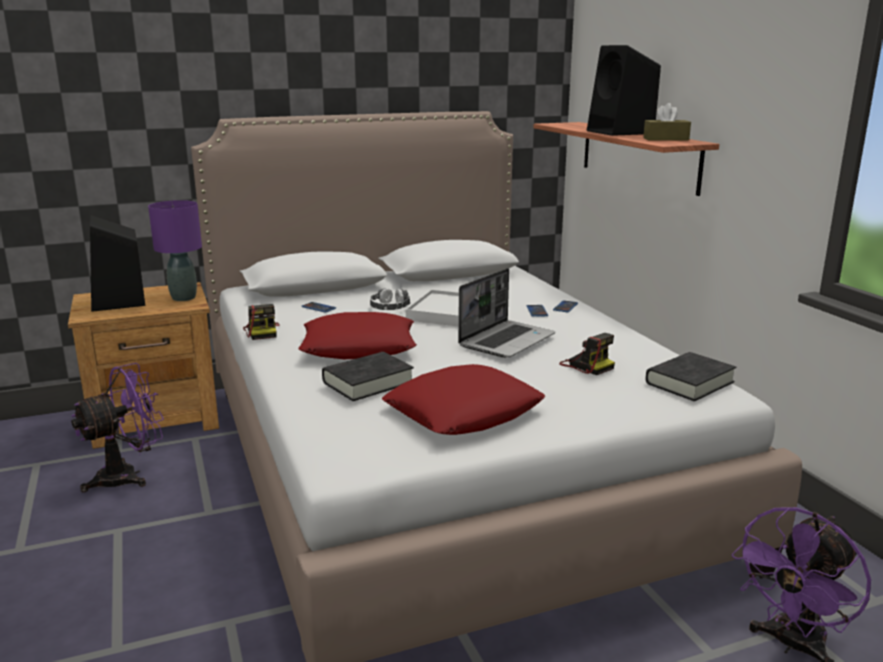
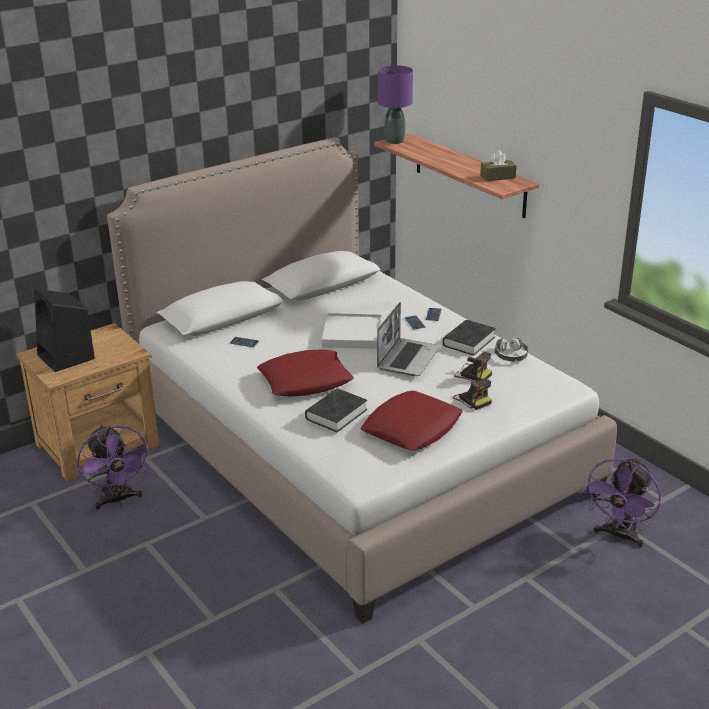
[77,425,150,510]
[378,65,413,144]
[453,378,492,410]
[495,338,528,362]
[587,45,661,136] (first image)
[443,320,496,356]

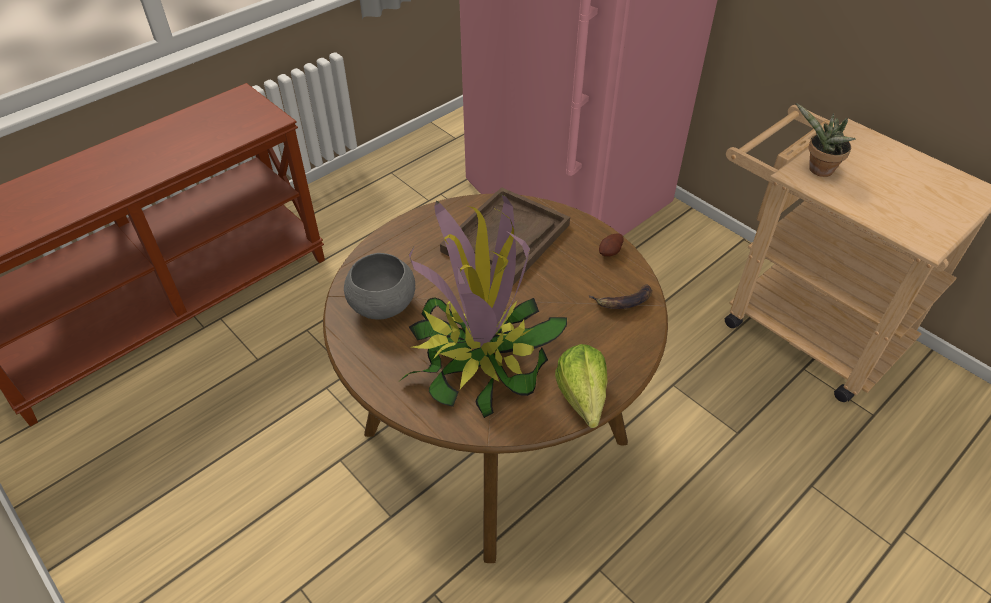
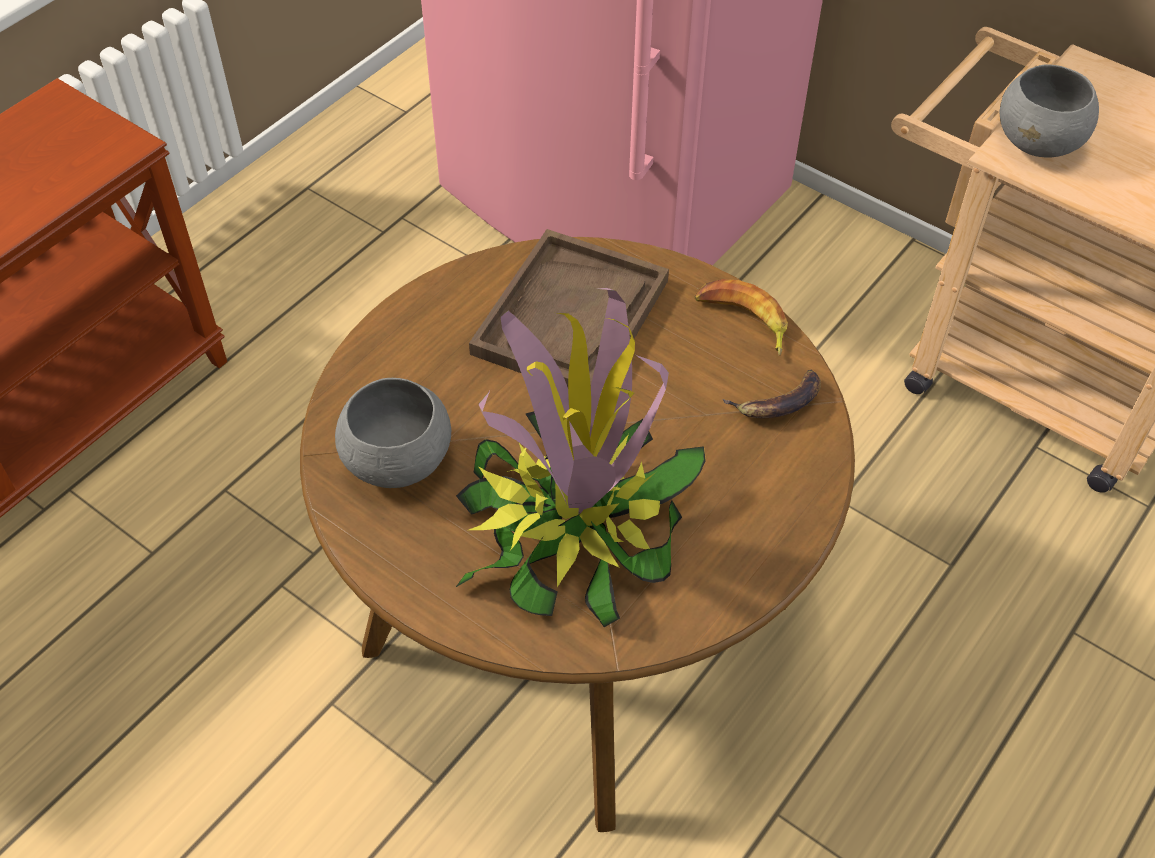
[555,344,607,428] (first image)
[694,279,788,356]
[999,64,1099,158]

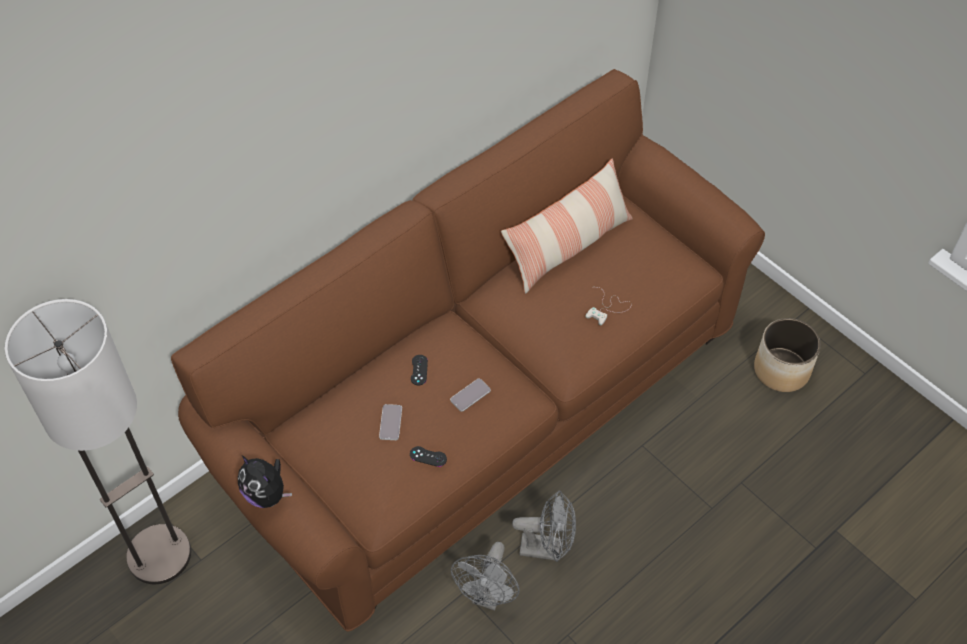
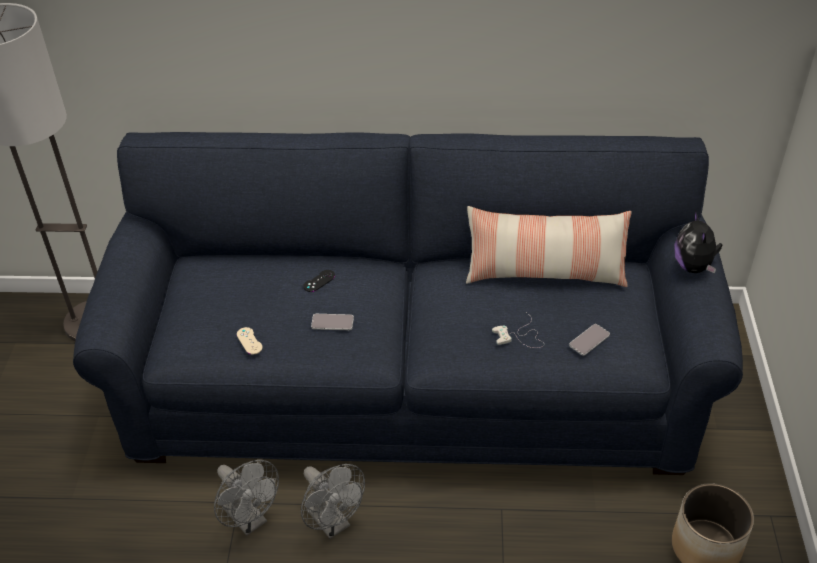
[73,132,743,475]
[674,210,722,274]
[569,324,610,356]
[237,327,263,355]
[214,460,279,536]

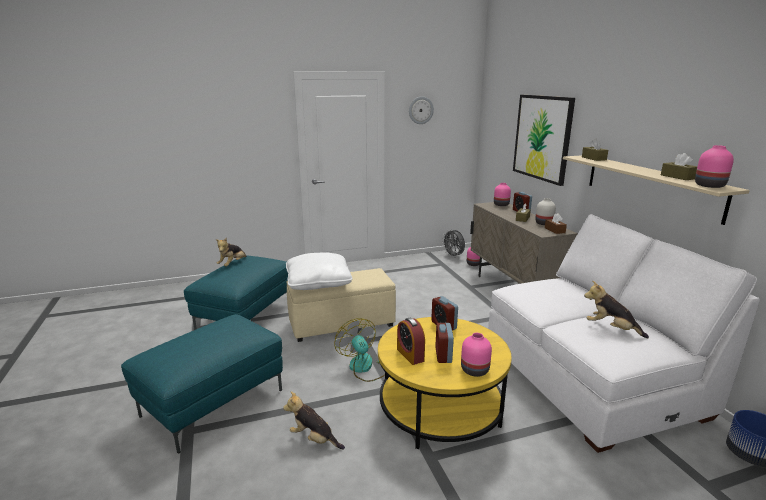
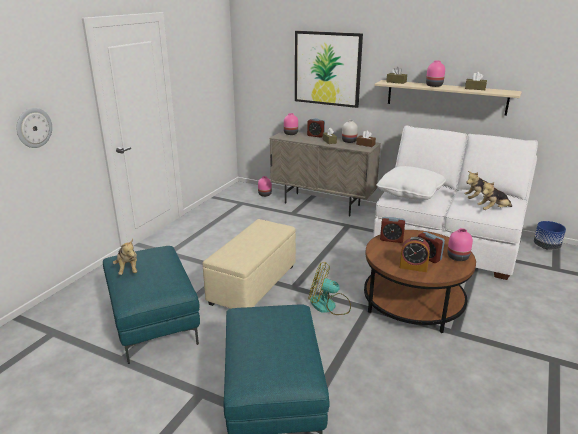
[477,181,512,210]
[376,166,446,200]
[364,230,476,333]
[17,108,52,148]
[443,229,465,258] (first image)
[426,60,445,87]

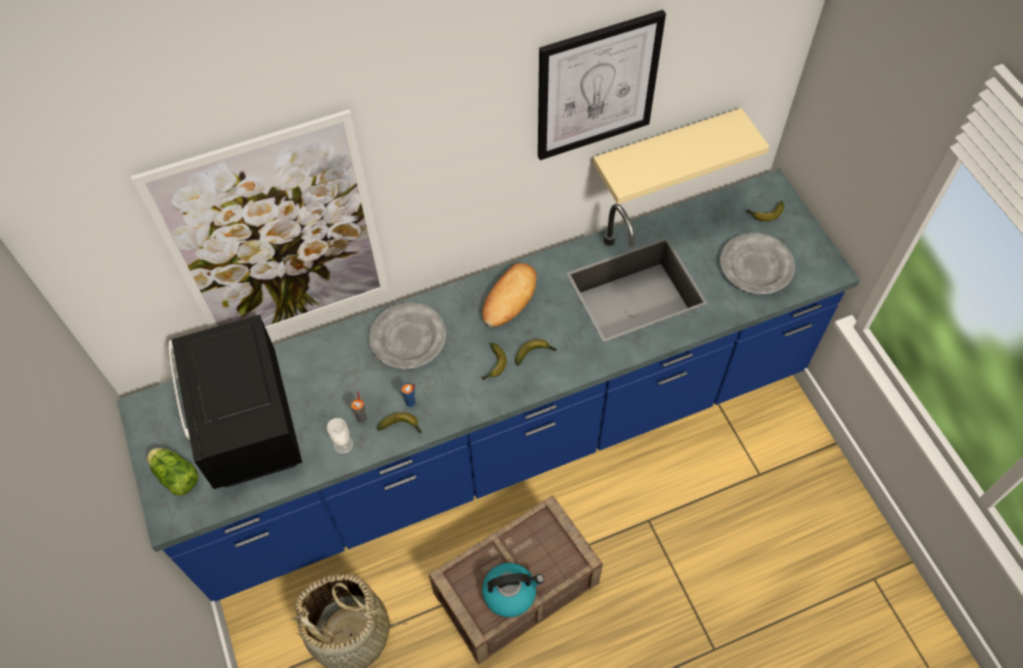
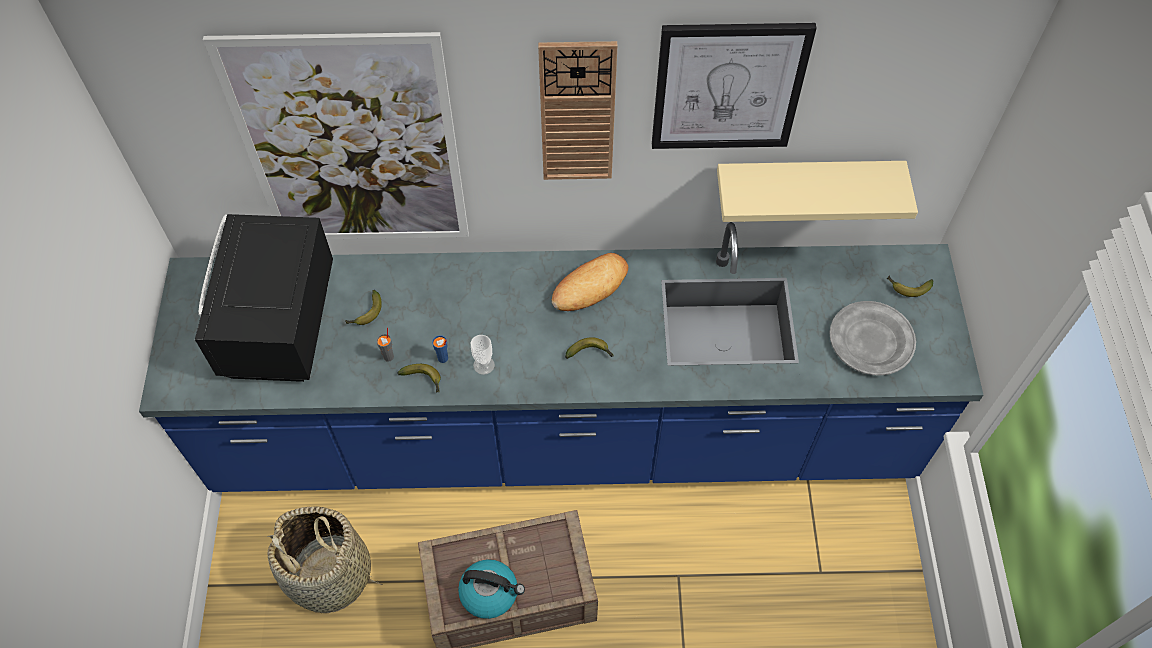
[147,448,199,496] (first image)
[471,335,495,375]
[369,302,446,369] (first image)
[346,290,382,325]
[538,41,617,180]

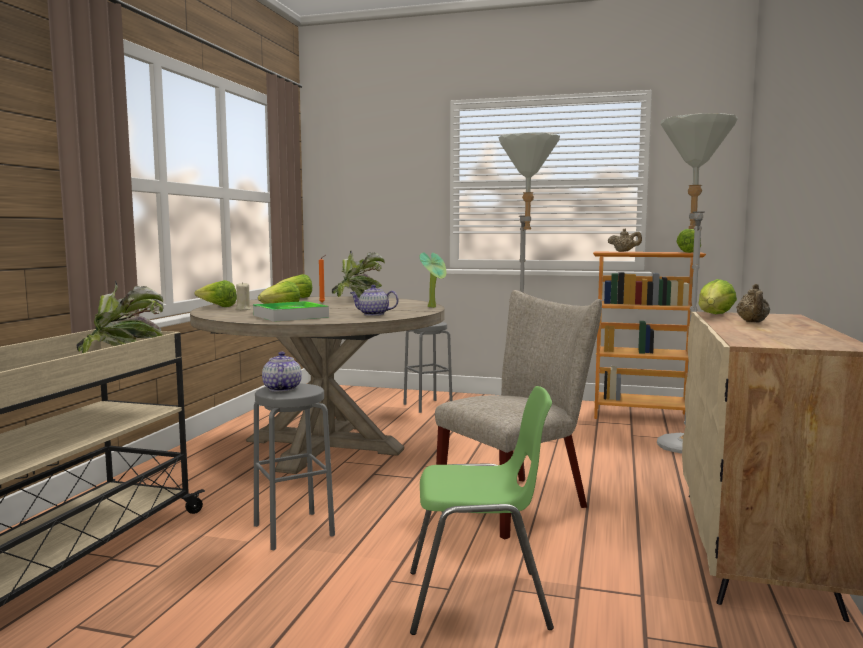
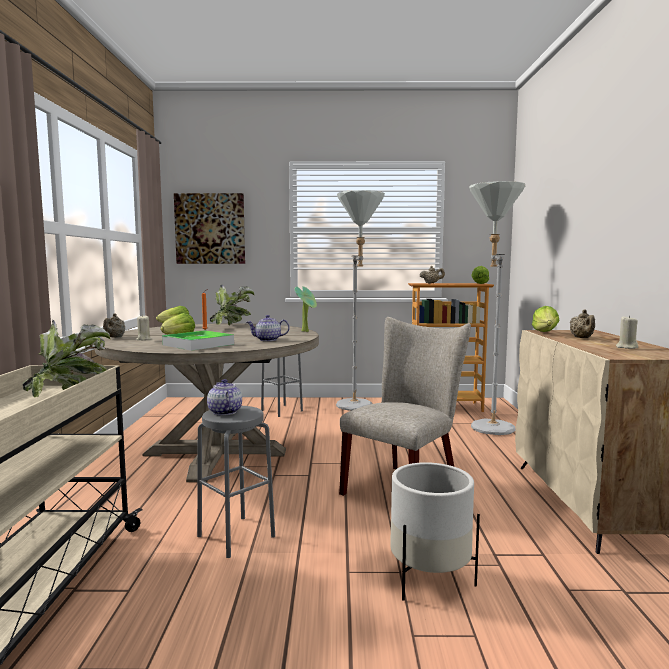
[103,314,125,338]
[390,462,480,601]
[174,193,245,264]
[616,315,638,349]

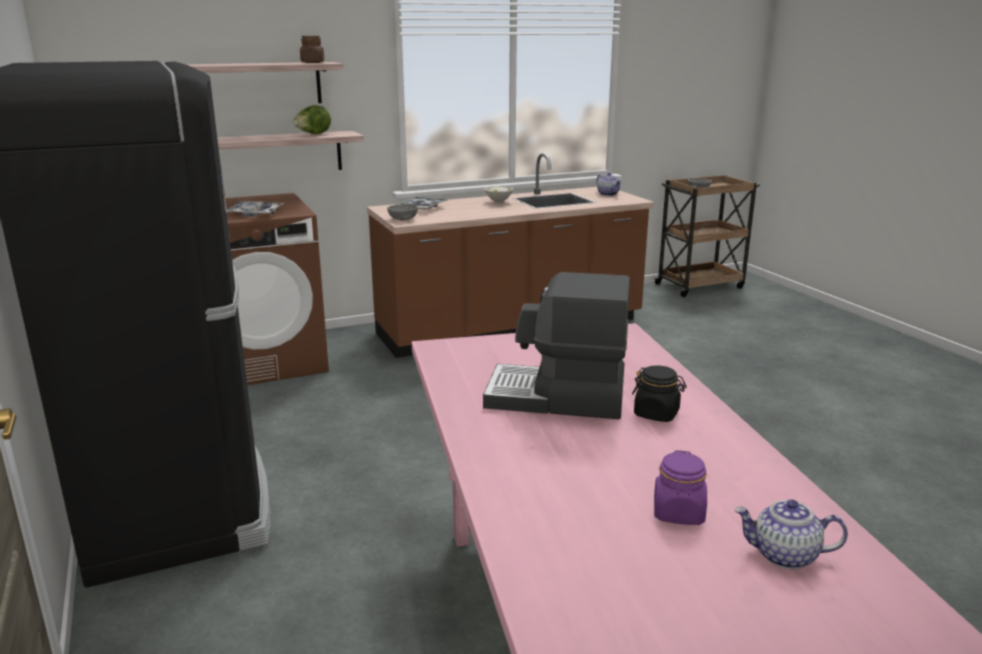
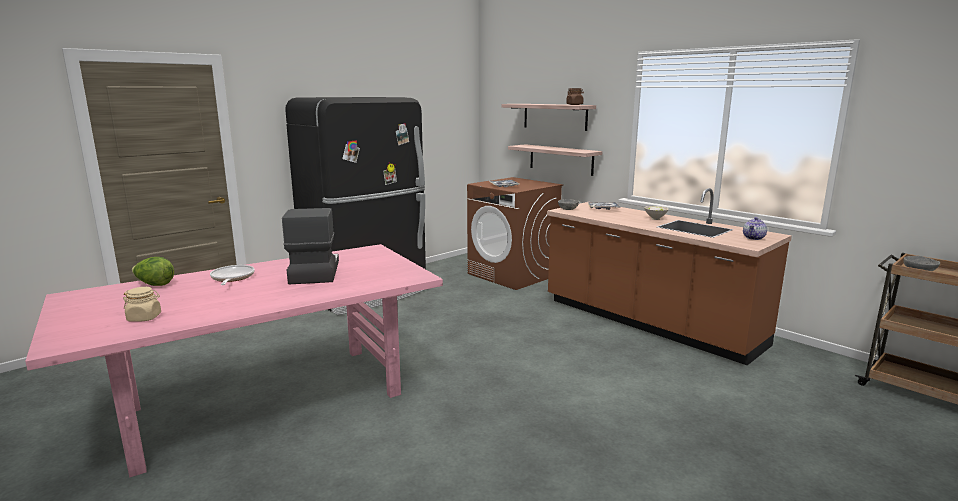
[132,257,174,286]
[632,365,687,422] (first image)
[654,450,707,525] (first image)
[123,287,161,322]
[210,265,255,285]

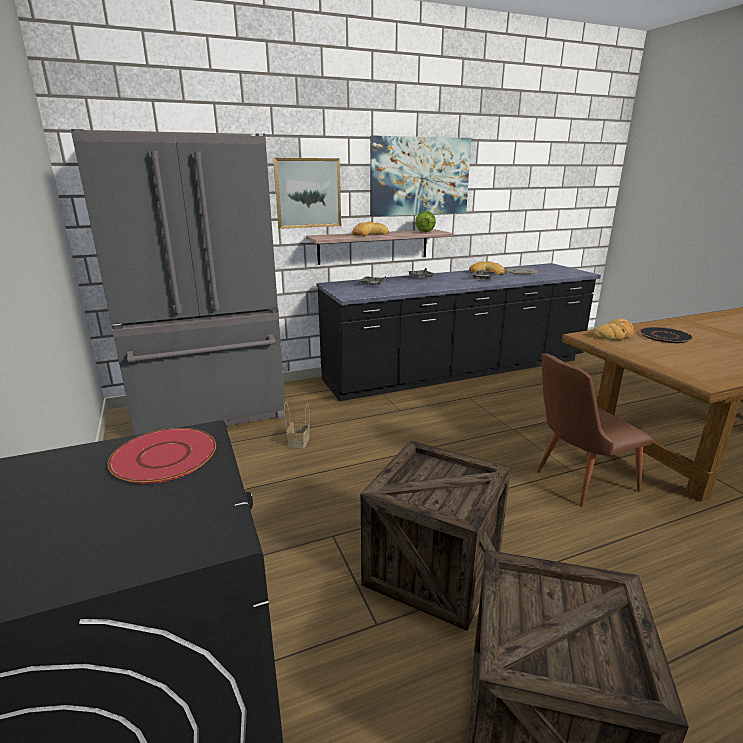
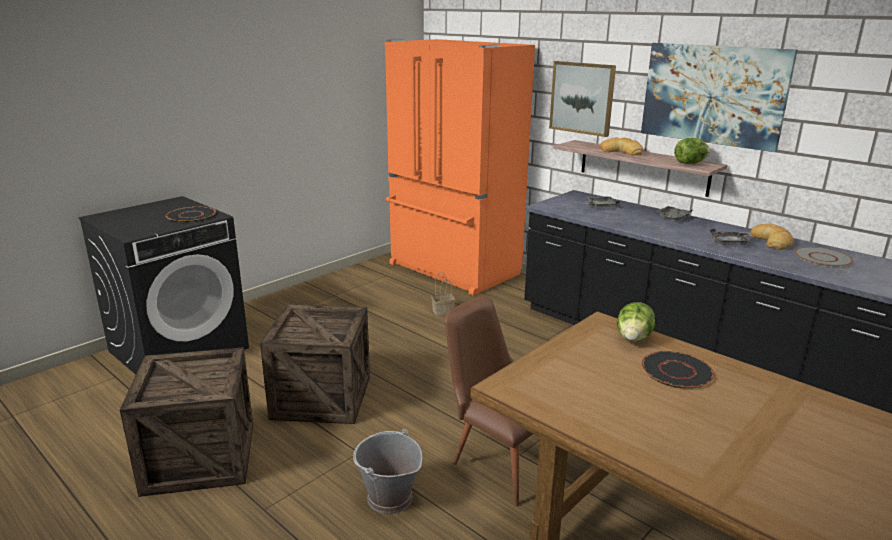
[385,39,535,295]
[166,207,216,222]
[617,302,655,342]
[353,429,422,514]

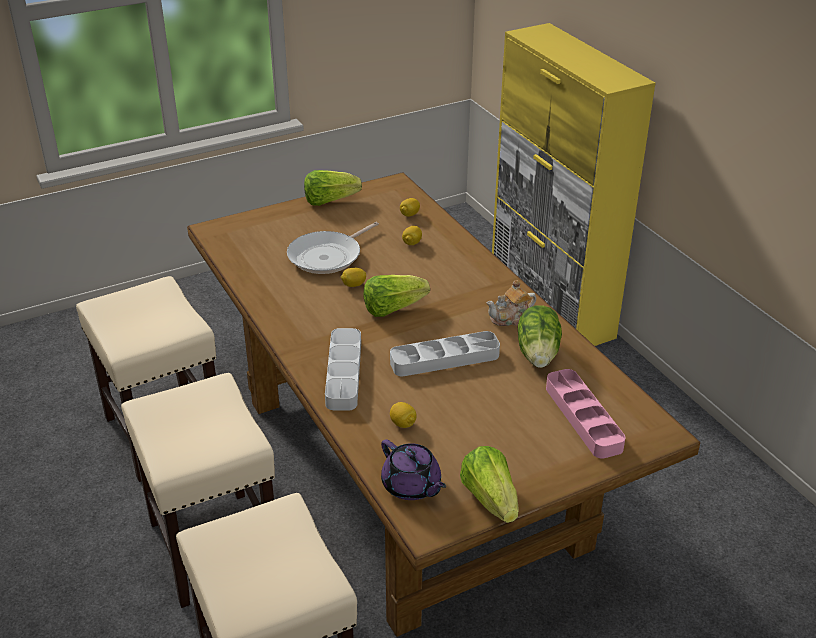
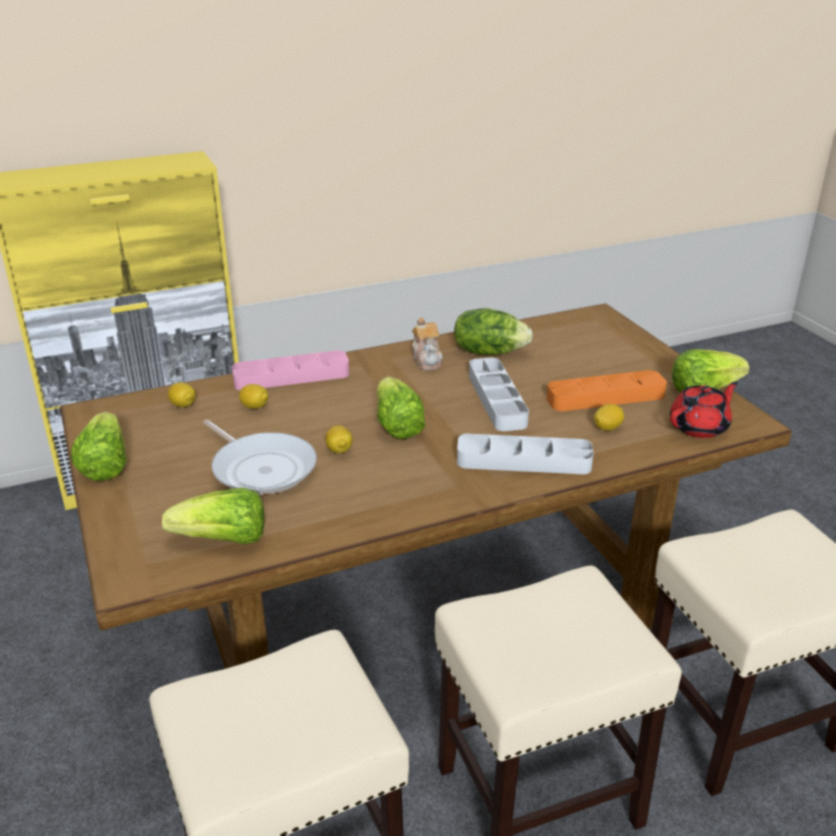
[670,382,738,438]
[232,350,349,390]
[162,488,264,544]
[547,370,667,411]

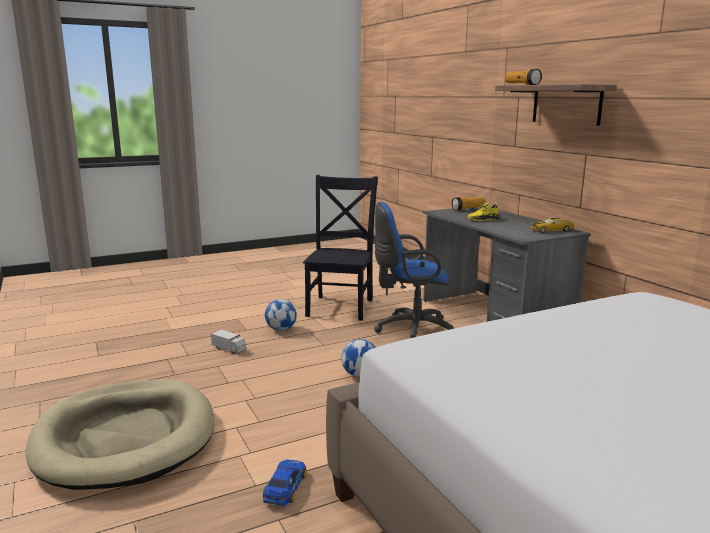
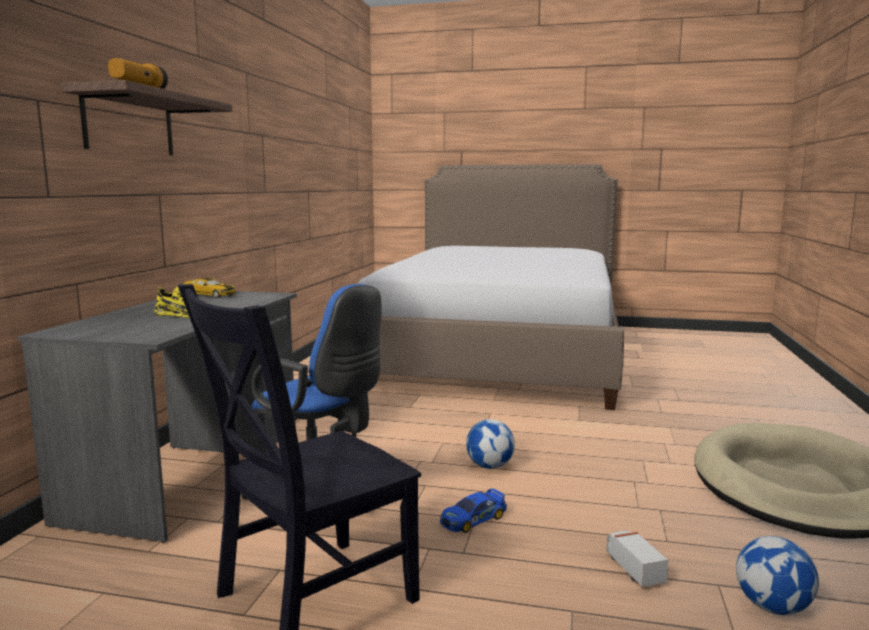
[440,488,507,533]
[736,536,819,615]
[452,197,486,211] (first image)

